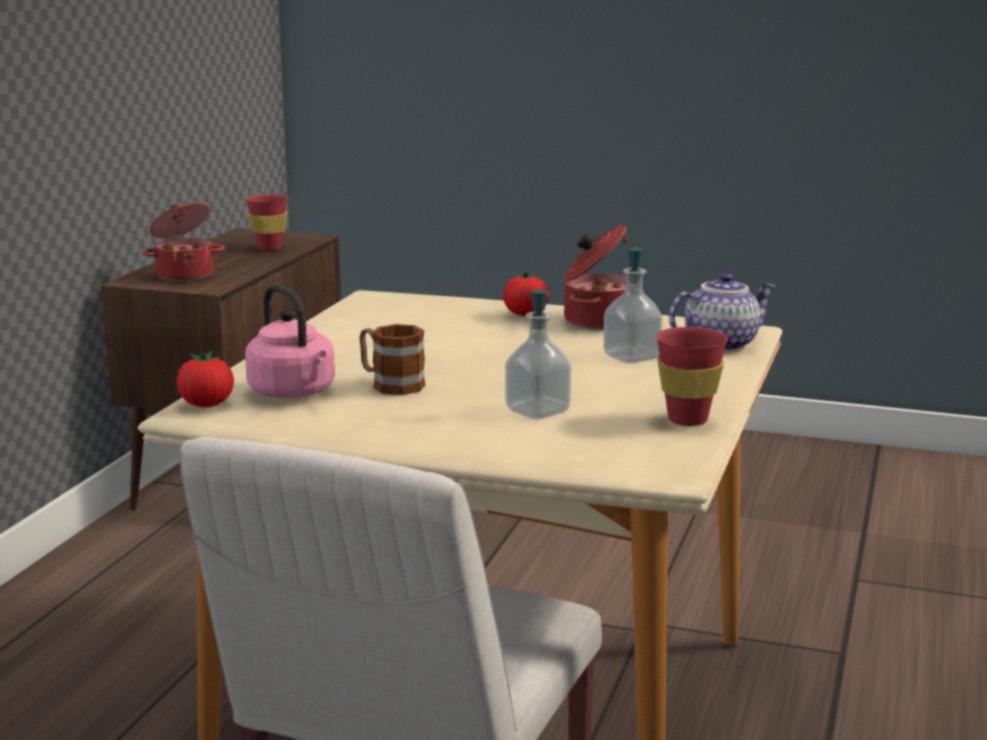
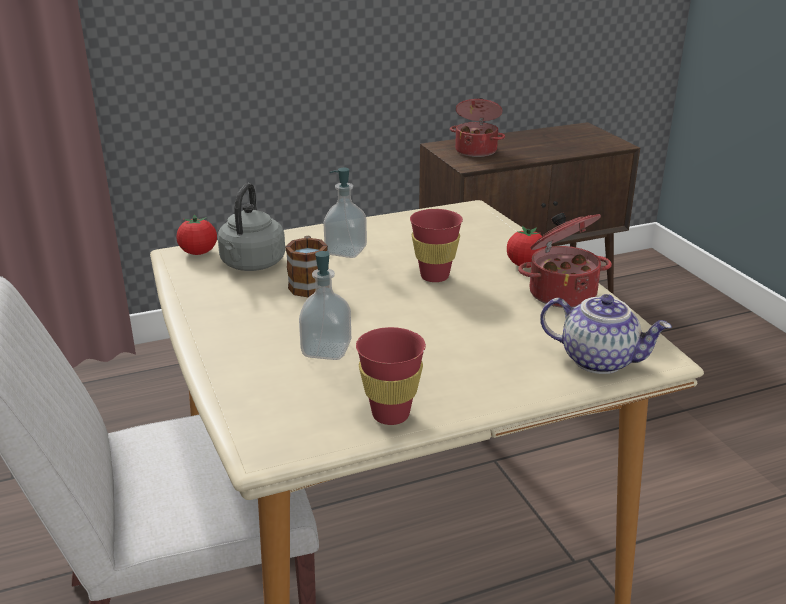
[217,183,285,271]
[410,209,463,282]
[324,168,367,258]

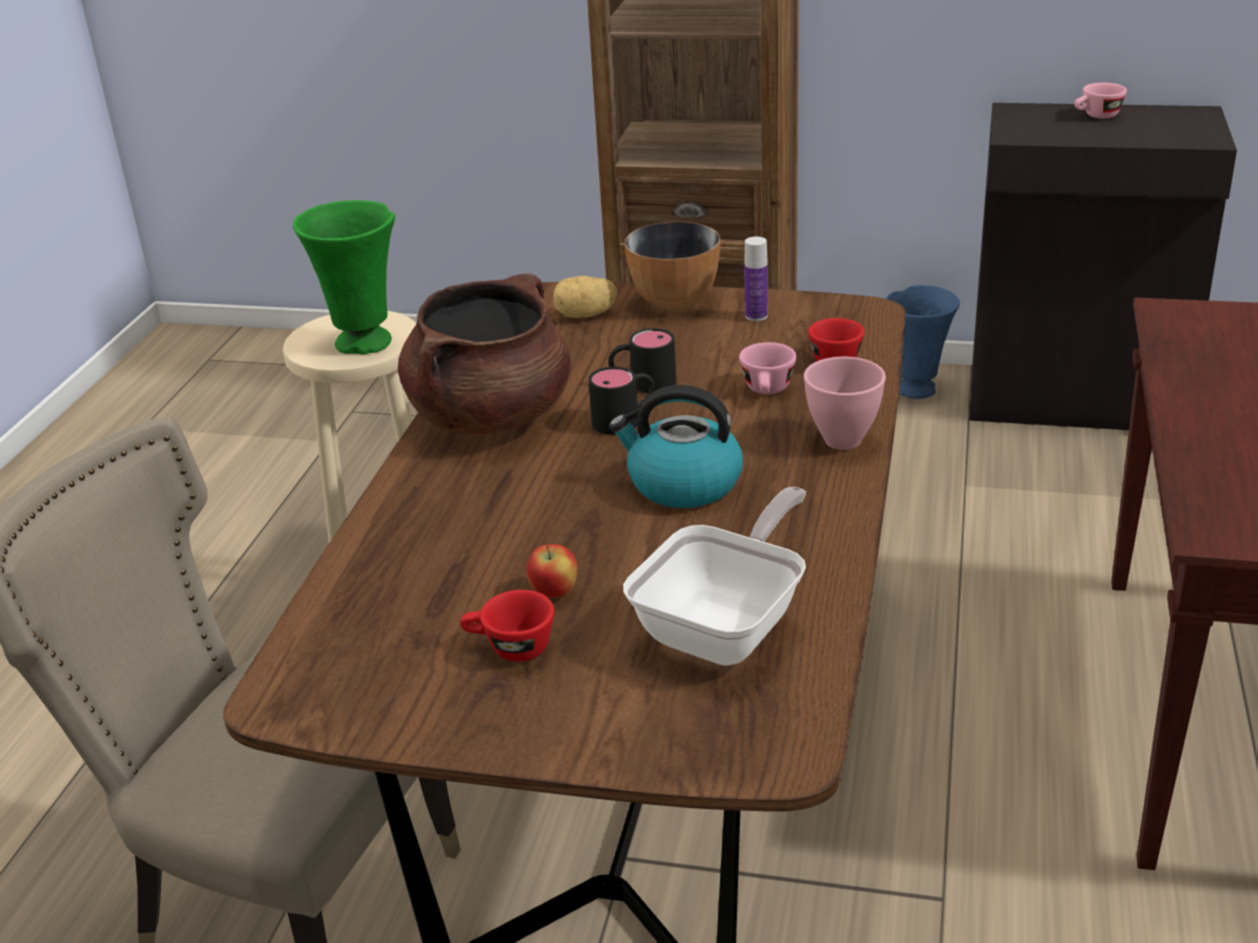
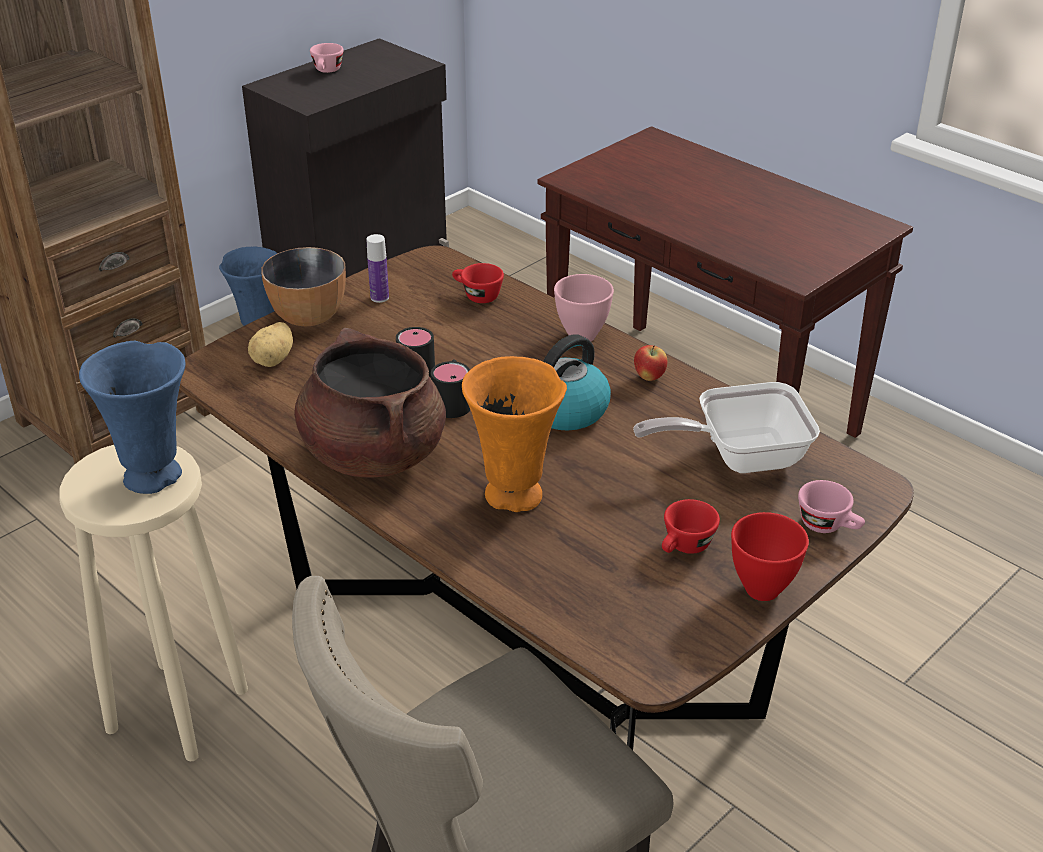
[79,340,185,494]
[634,345,668,381]
[633,382,820,473]
[798,480,865,533]
[462,356,567,512]
[731,512,809,601]

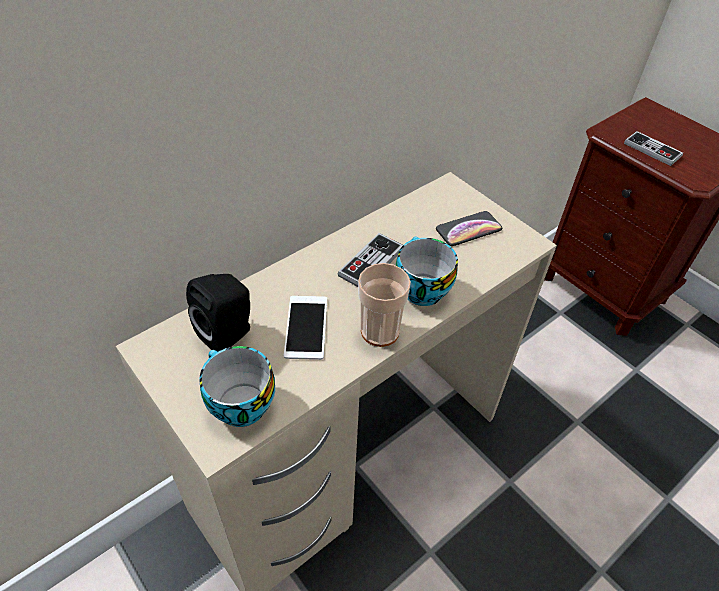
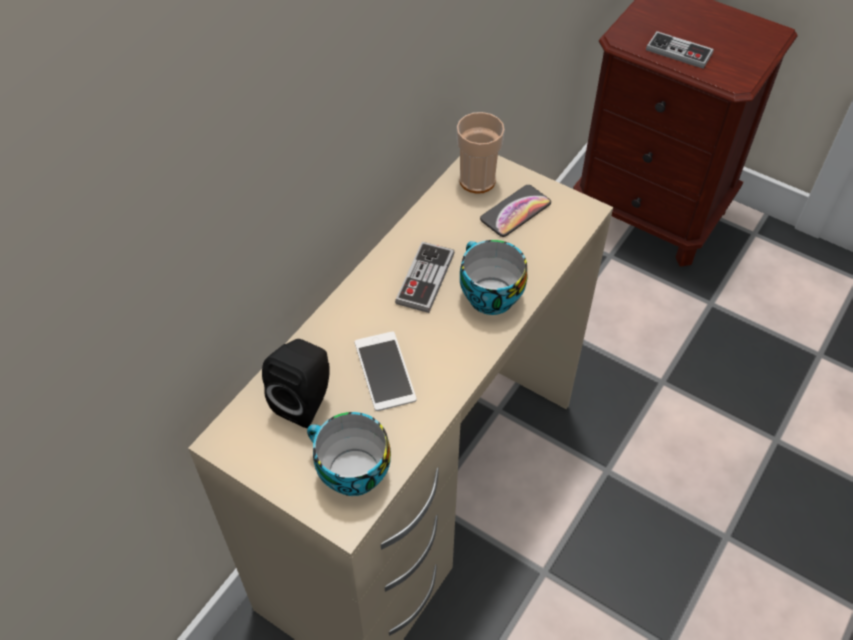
[457,112,505,193]

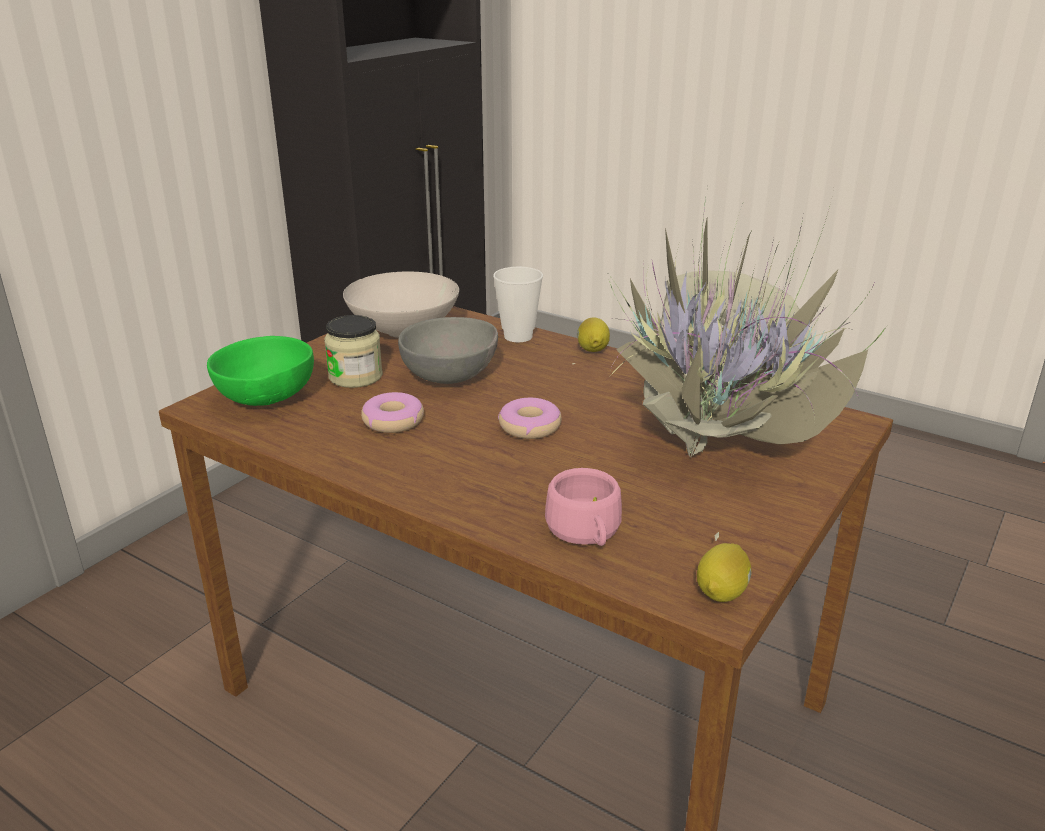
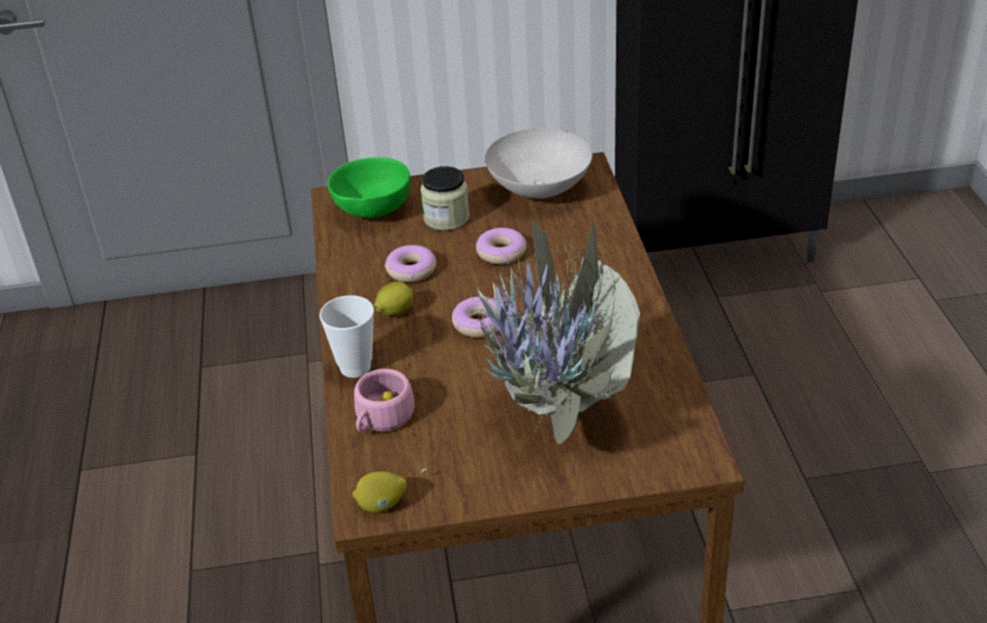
[476,228,526,264]
[319,295,374,378]
[374,282,413,316]

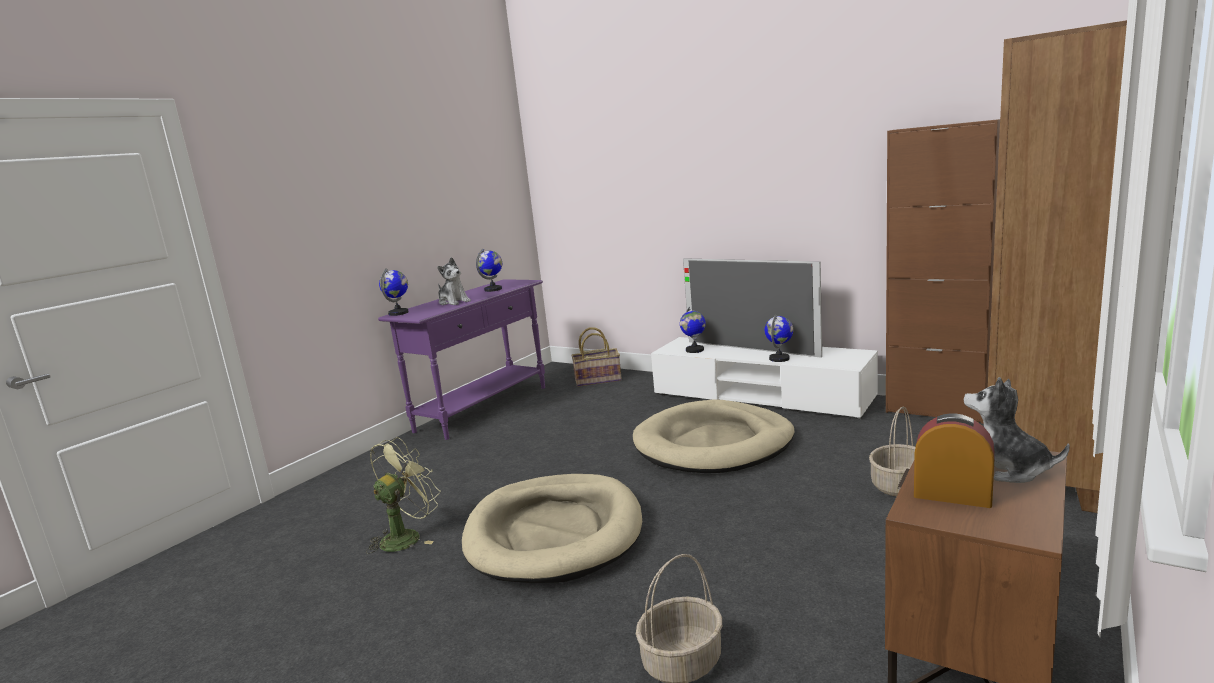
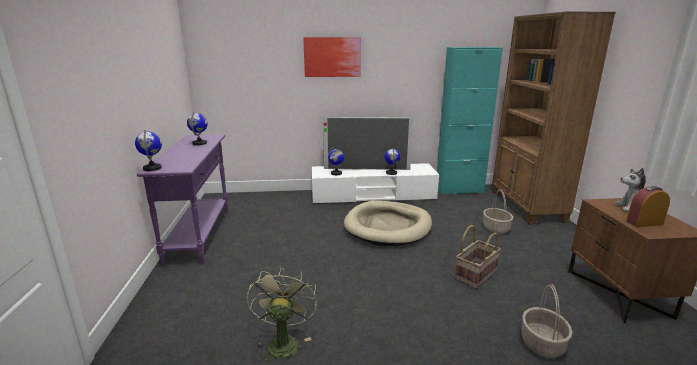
[437,257,471,305] (first image)
[462,474,642,583] (first image)
[455,225,501,289]
[437,47,503,195]
[303,37,361,77]

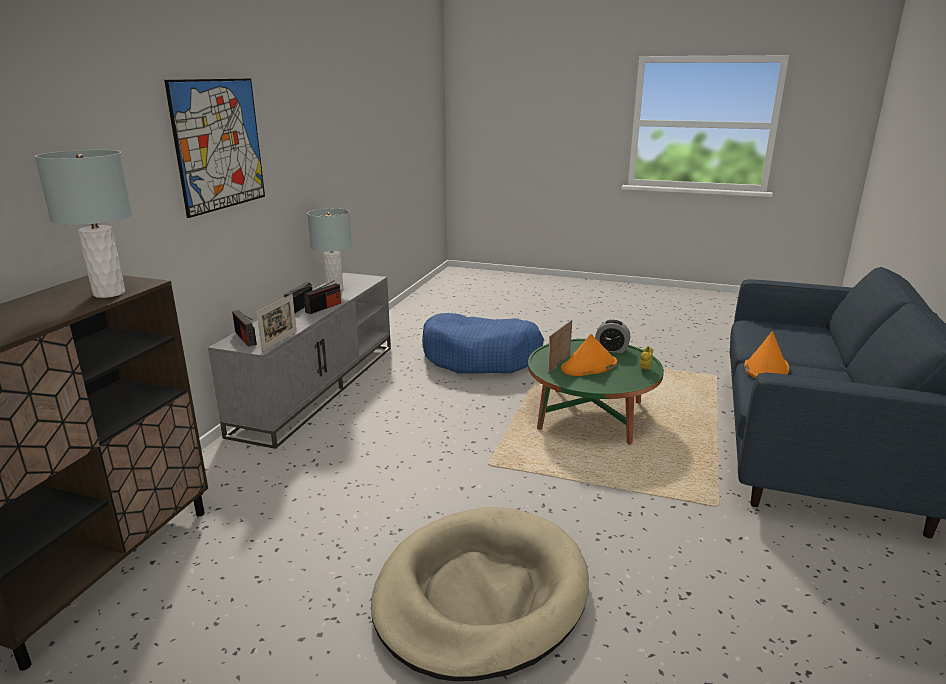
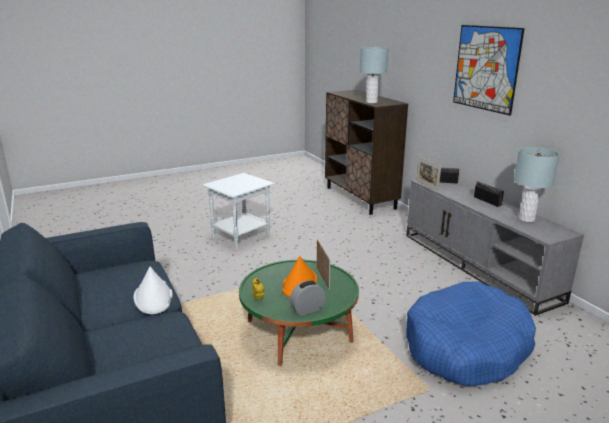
[304,281,341,314] (first image)
[202,173,275,249]
[134,266,173,314]

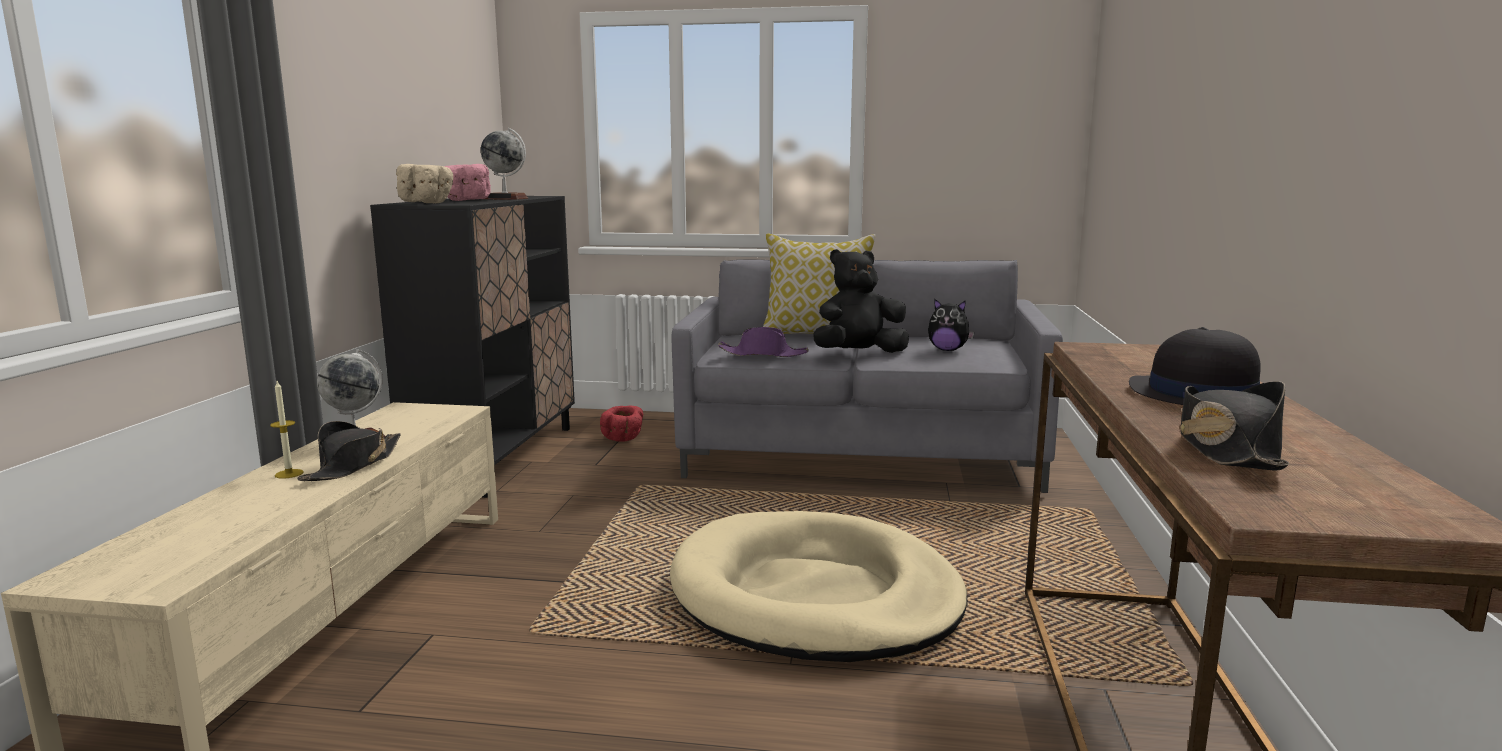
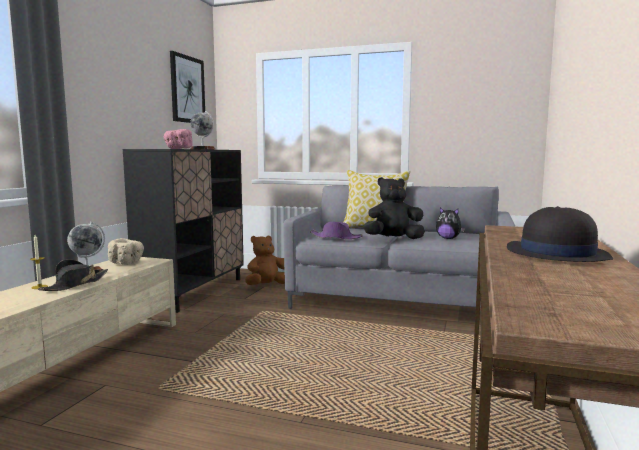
[108,238,144,265]
[245,235,285,285]
[670,511,968,662] (first image)
[1180,381,1289,471] (first image)
[170,51,205,123]

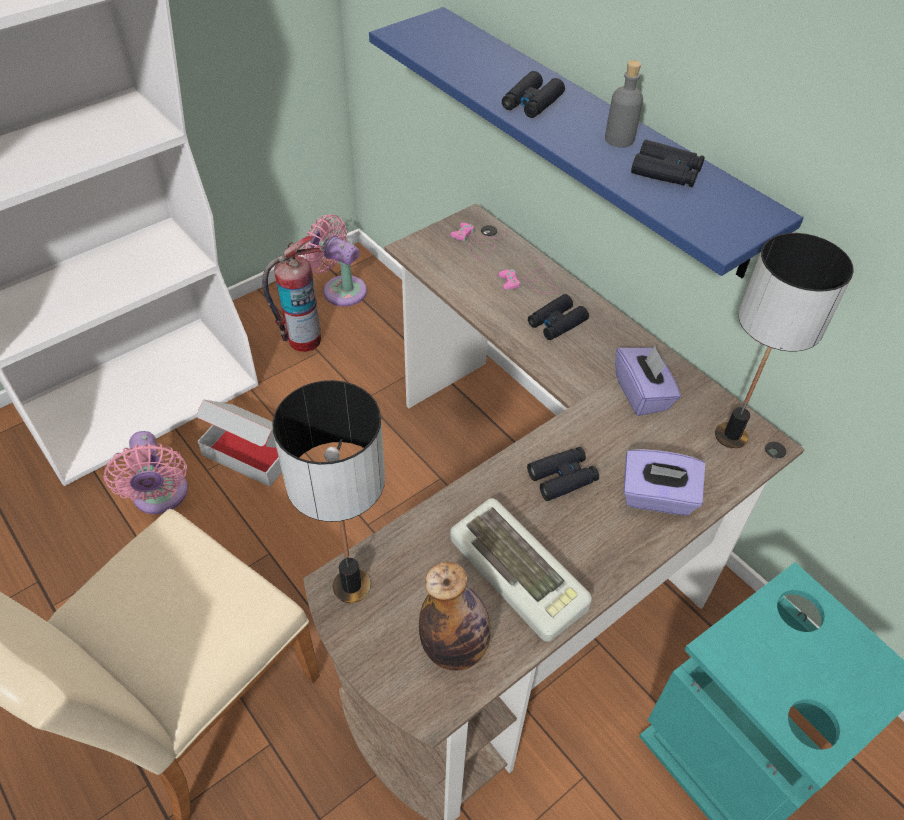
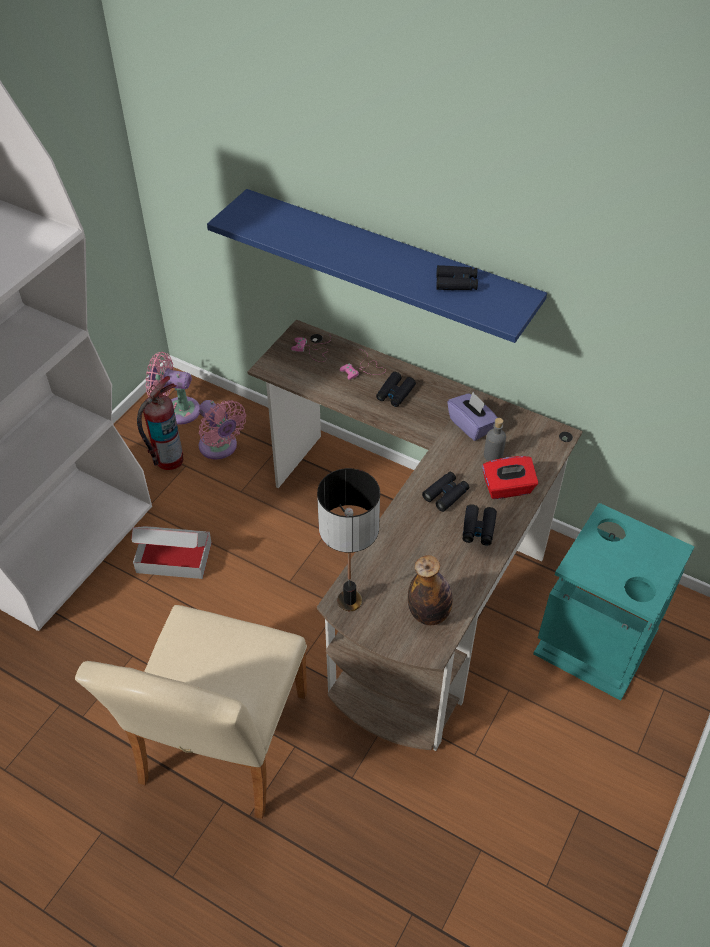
[199,400,246,460]
[450,498,592,642] (first image)
[463,504,497,546]
[484,418,506,461]
[482,456,538,499]
[715,233,854,449] (first image)

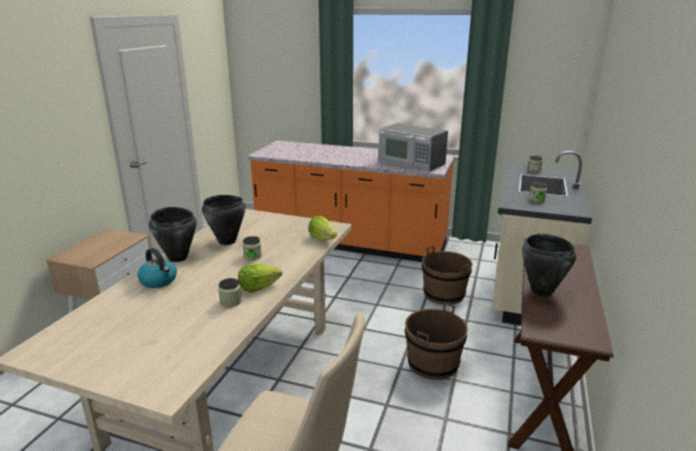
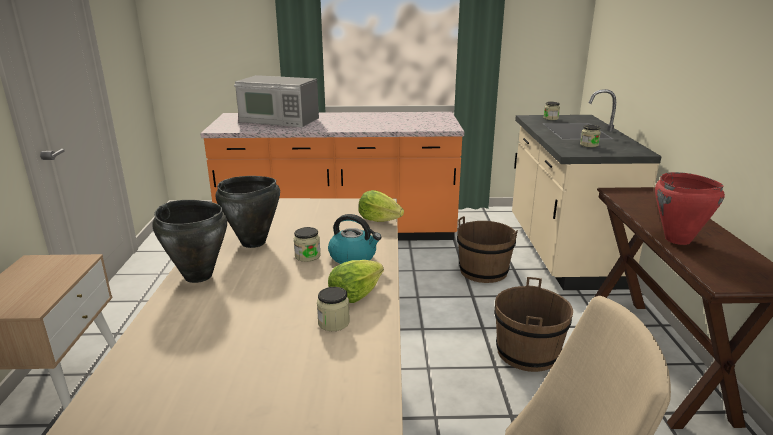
[328,214,382,264]
[234,75,319,127]
[655,172,725,245]

